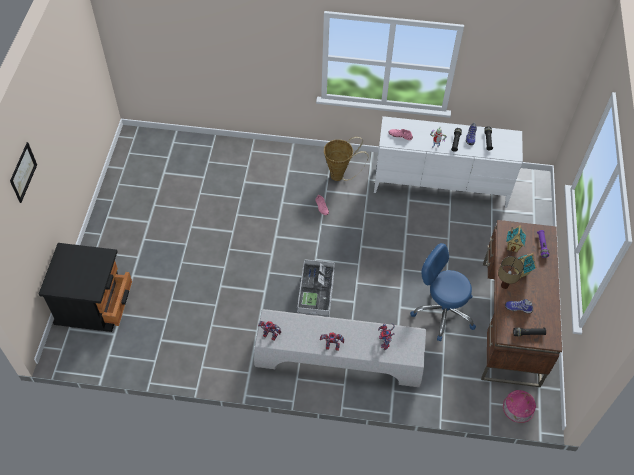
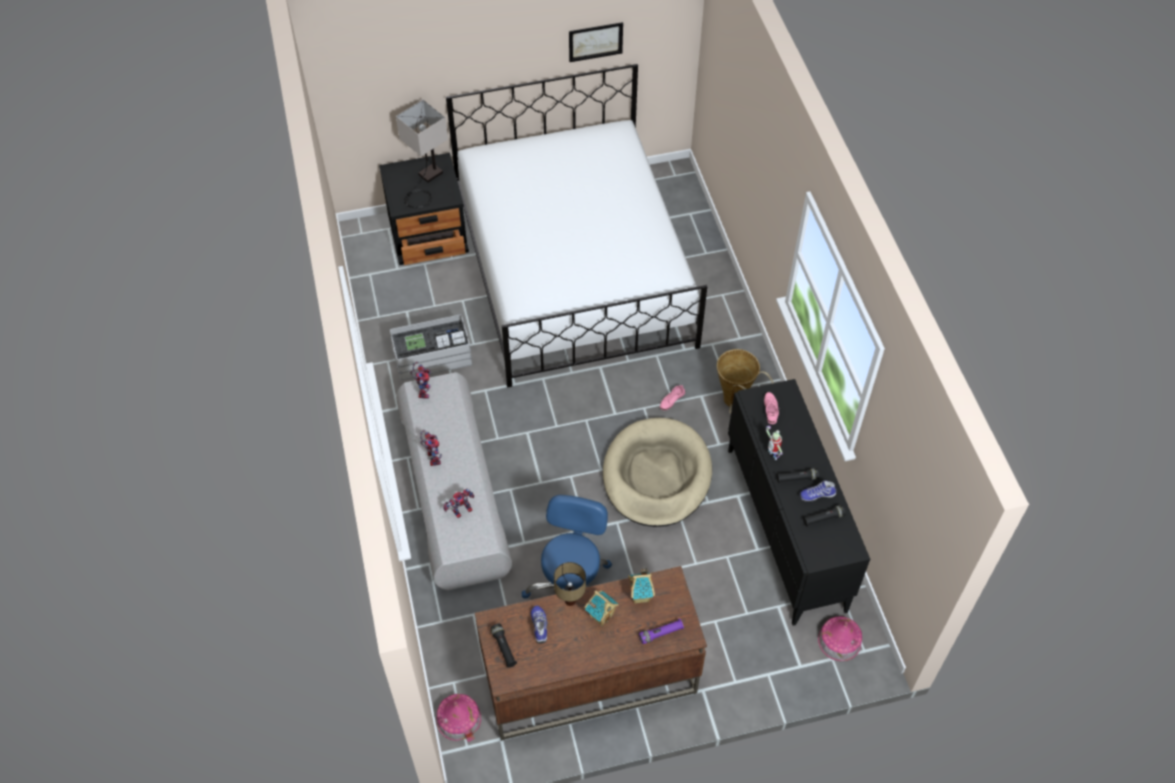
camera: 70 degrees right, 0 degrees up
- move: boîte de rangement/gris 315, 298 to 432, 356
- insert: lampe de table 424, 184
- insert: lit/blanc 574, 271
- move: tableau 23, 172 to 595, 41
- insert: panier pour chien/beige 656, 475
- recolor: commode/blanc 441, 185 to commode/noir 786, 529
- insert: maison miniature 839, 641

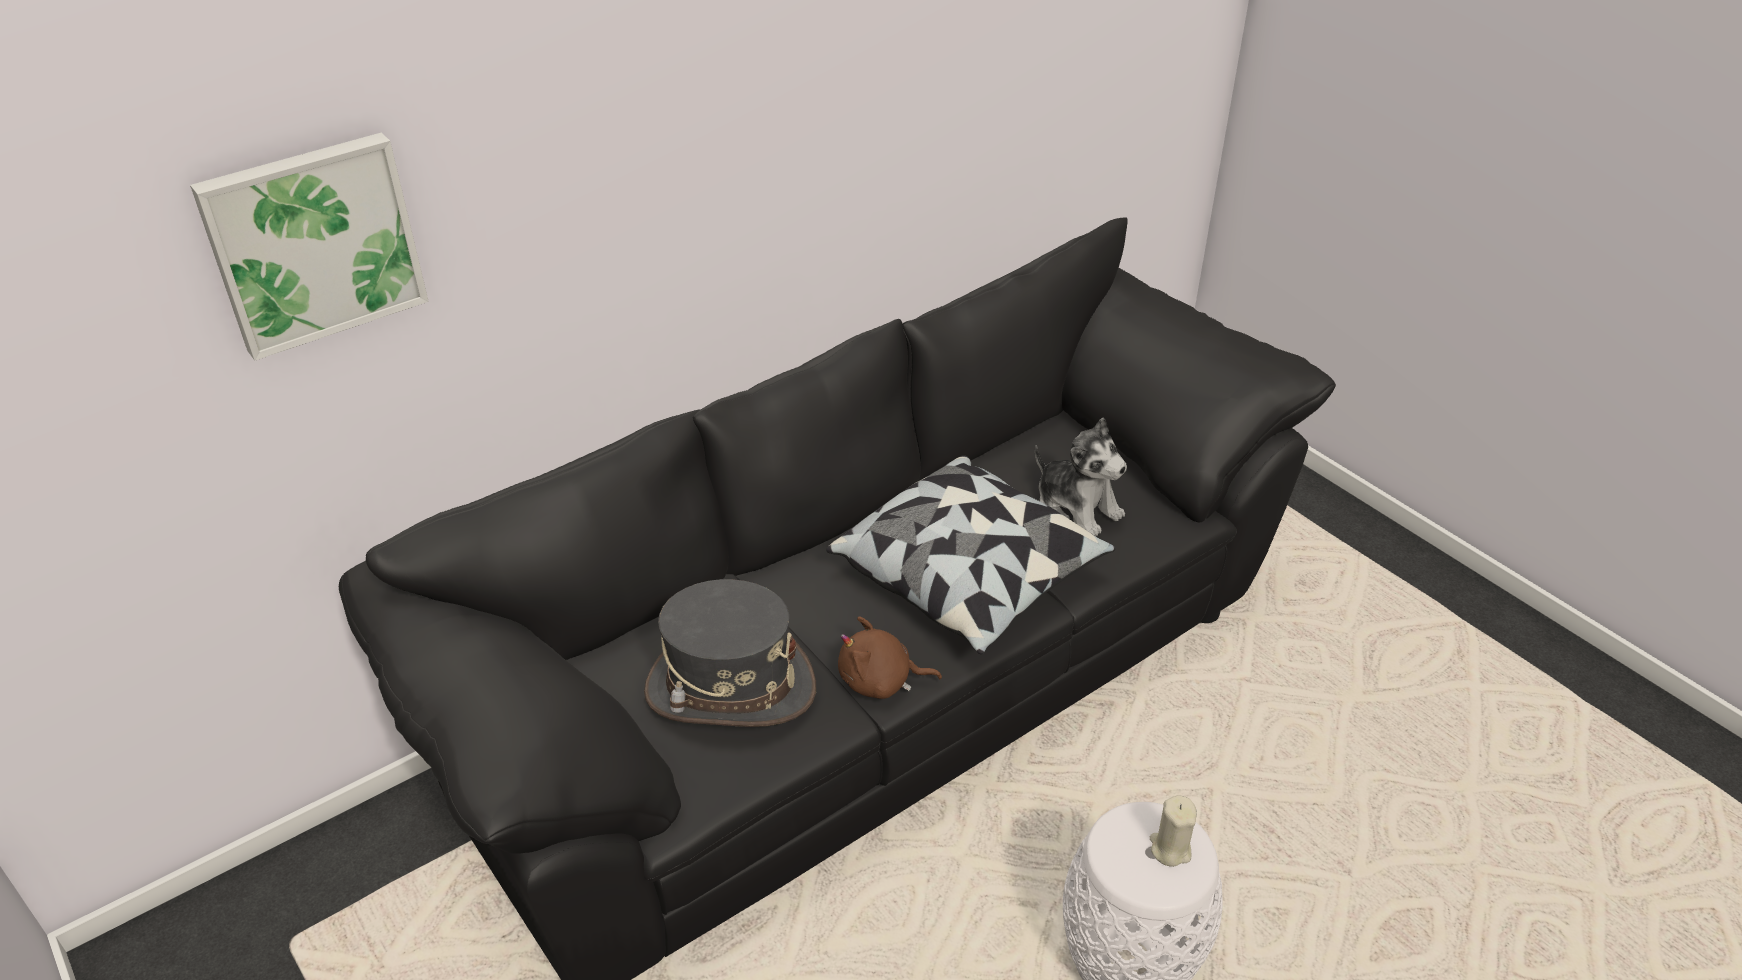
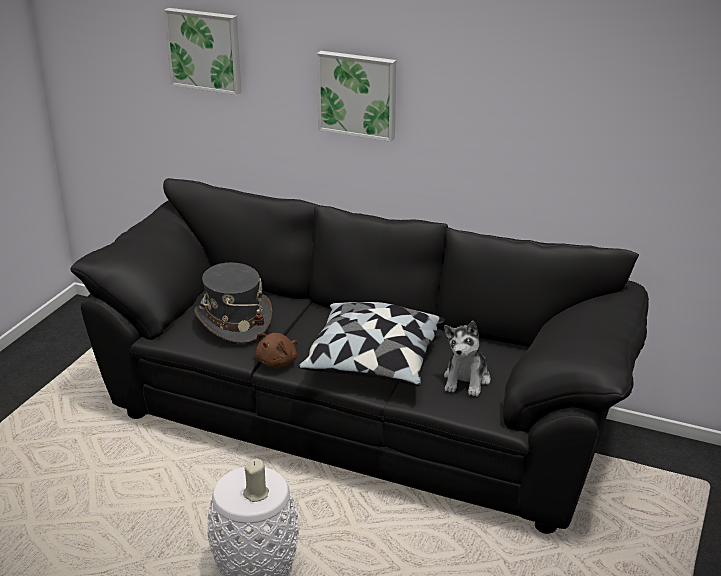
camera: 60 degrees right, 10 degrees down
- rotate: peluche/marron 880, 681 = 278, 362 120 degrees counterclockwise
- insert: tableau 358, 94

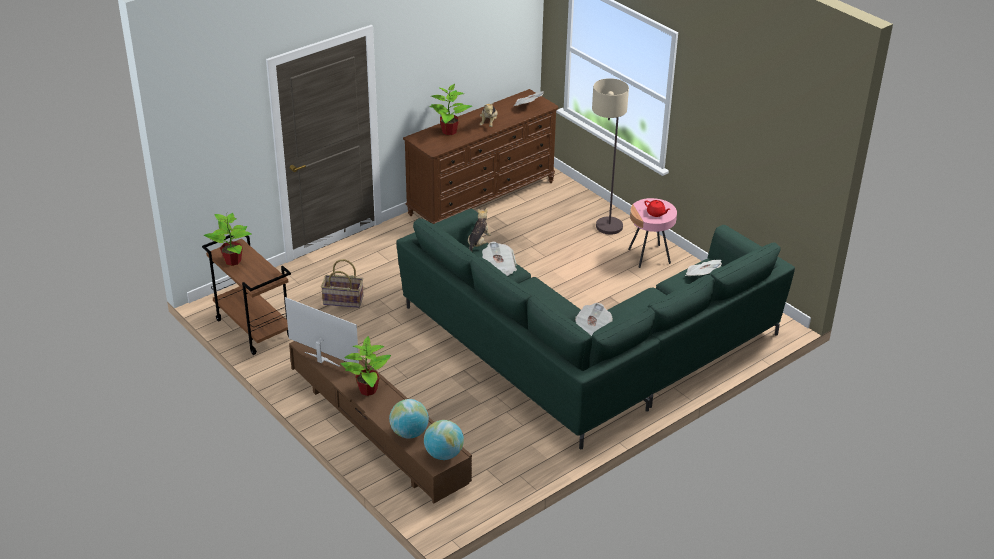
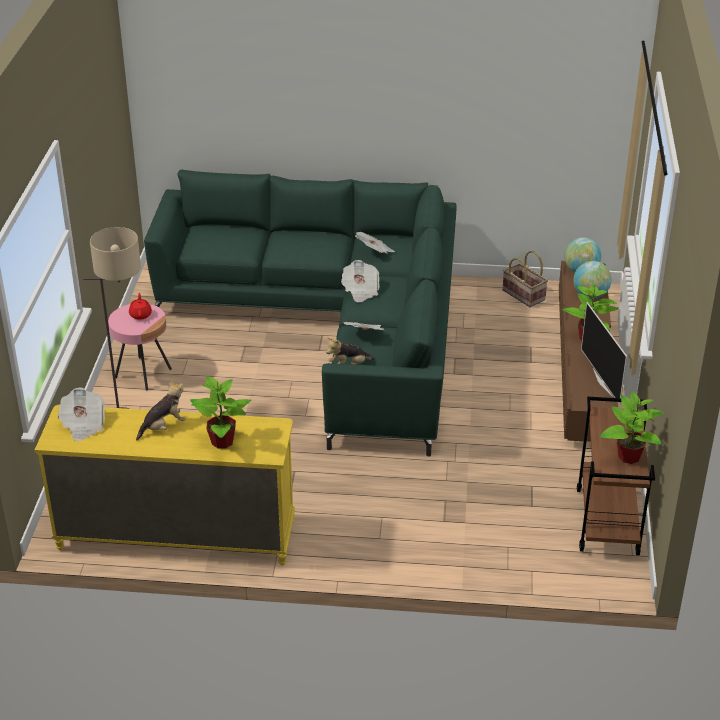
camera: 135 degrees left, 0 degrees up
- recolor: commode/marron 482, 198 to commode/jaune 175, 536
- move: journal 701, 275 to 360, 291
- move: panier 342, 300 to 524, 295

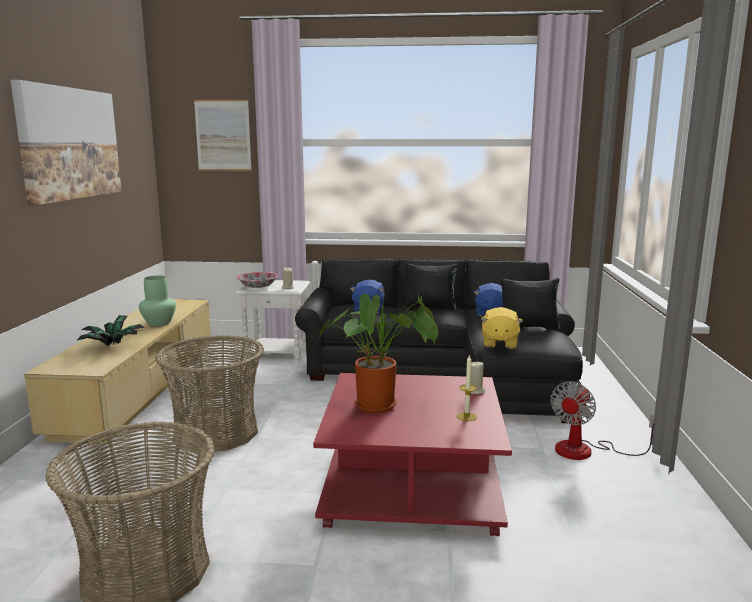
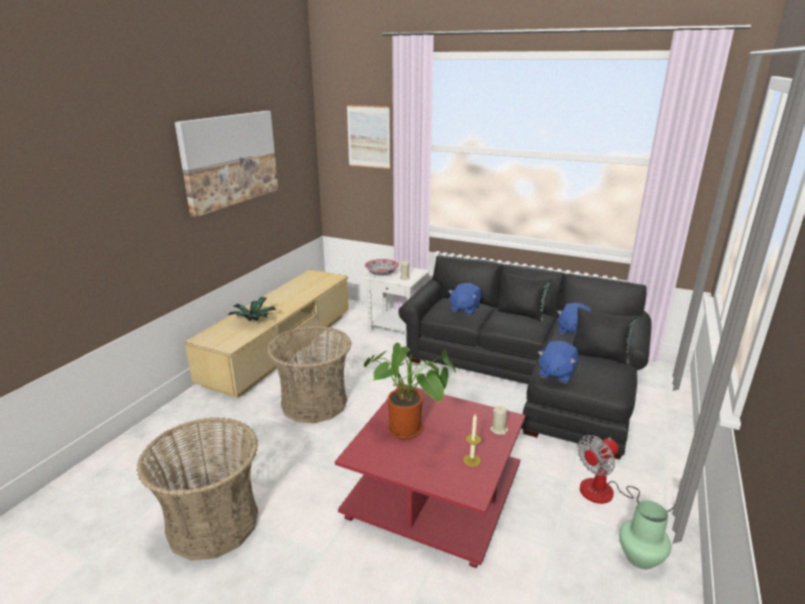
camera: 20 degrees right, 10 degrees up
- recolor: peluche/jaune 499, 343 to peluche/bleu 556, 374
- move: vase/vert 159, 323 to 640, 558

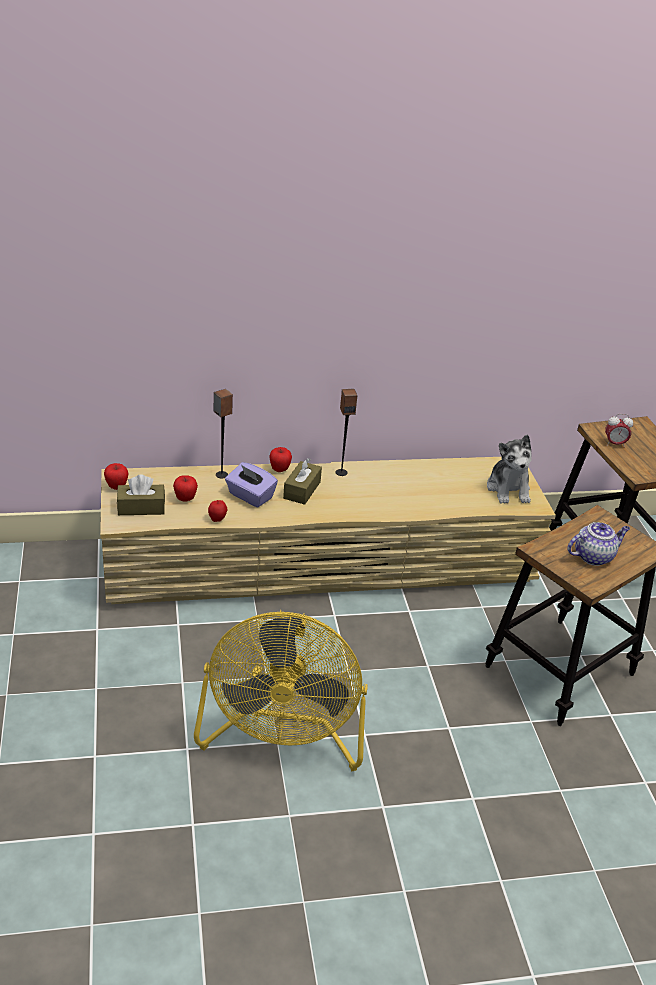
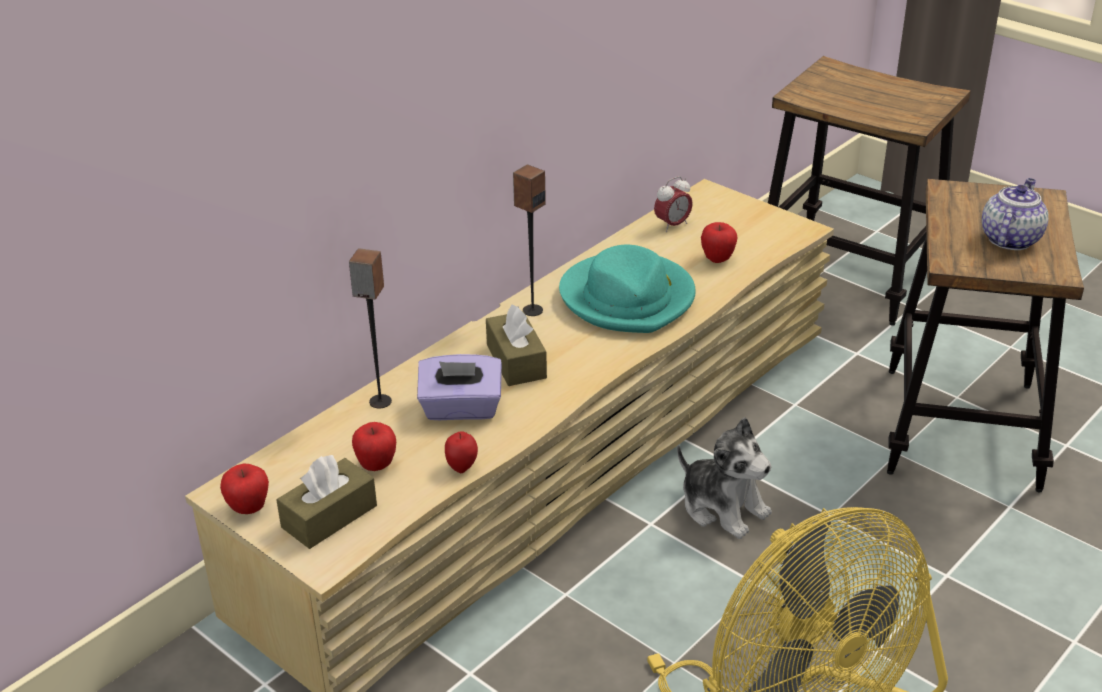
camera: 35 degrees left, 0 degrees up
- insert: chapeau/turquoise 628, 298
- move: réveil 614, 444 to 672, 225
- move: peluche 508, 489 to 723, 507
- move: pomme 279, 470 to 717, 259

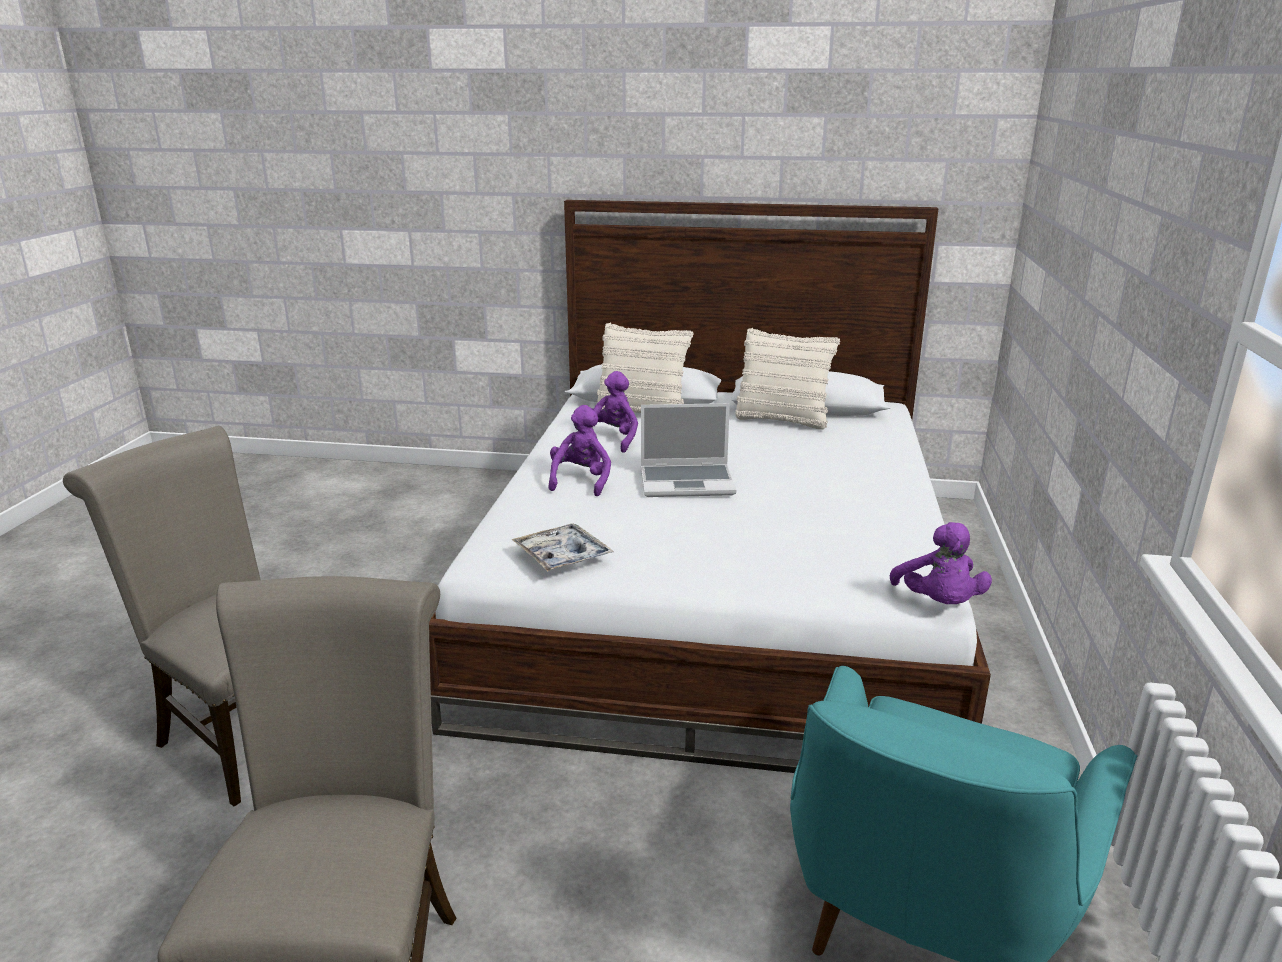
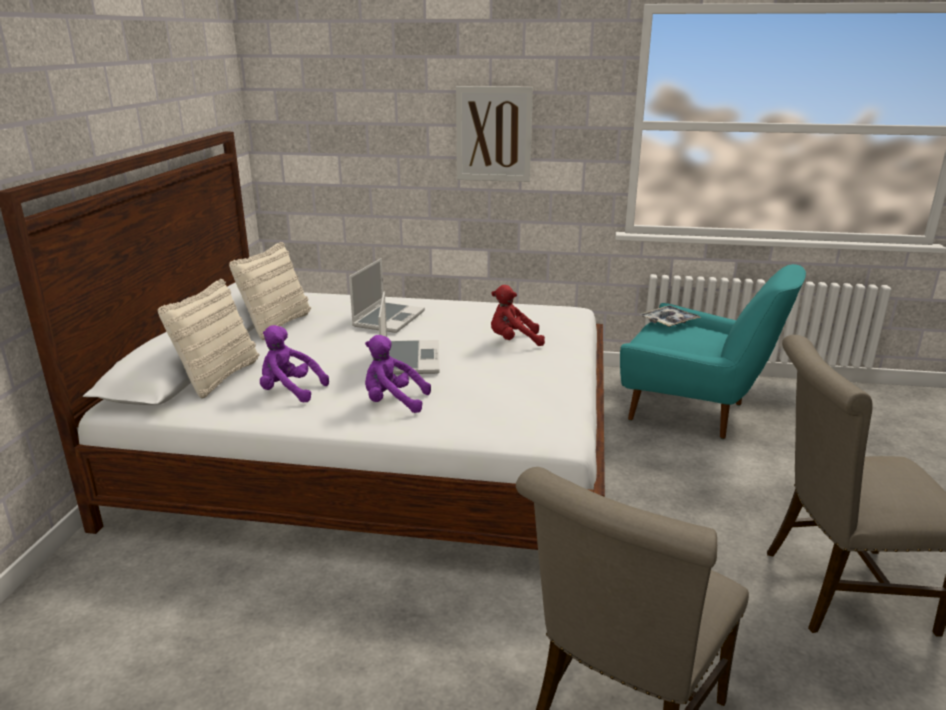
camera: 90 degrees left, 0 degrees up
- insert: ordinateur portable 388, 319
- insert: tableau 493, 134
- insert: peluche/rouge 513, 341
- move: plateau 562, 556 to 668, 321
- delete: peluche/violet 938, 603

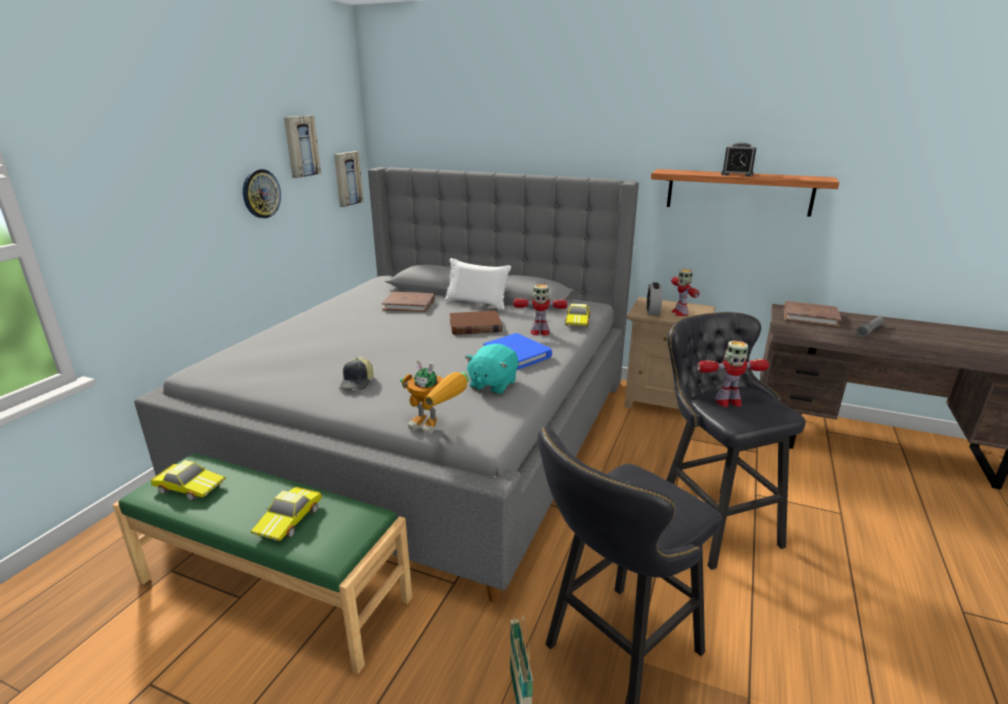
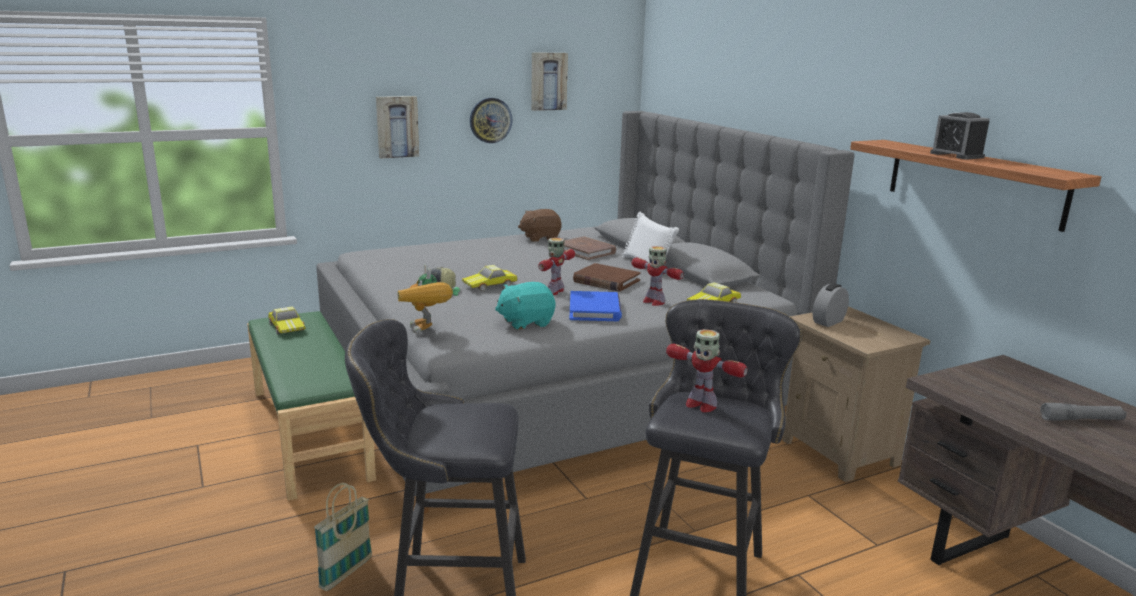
camera: 40 degrees right, 5 degrees down
- move: tableau 347, 178 to 397, 126
- move: petite voiture 290, 520 to 490, 285
- insert: peluche/marron 540, 238
- move: robot jouet 679, 313 to 554, 291
- delete: livre/marron 810, 316

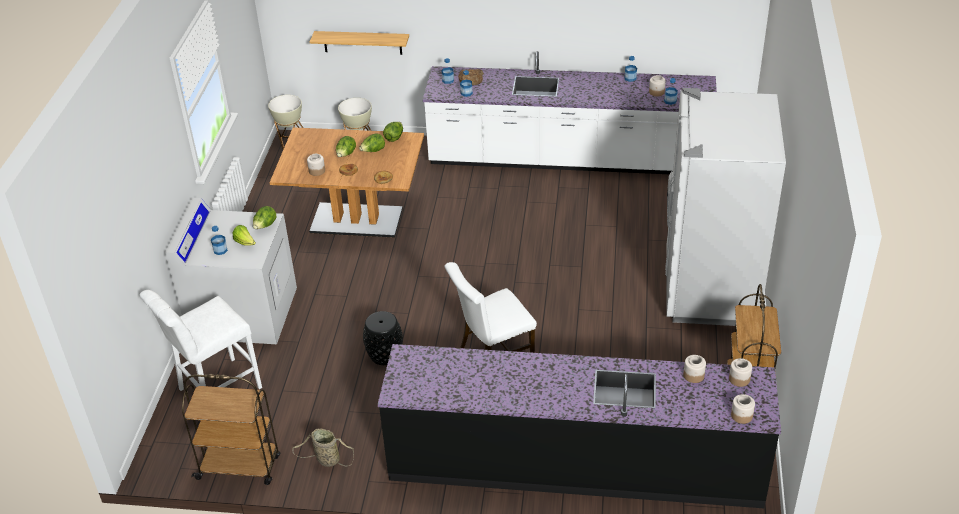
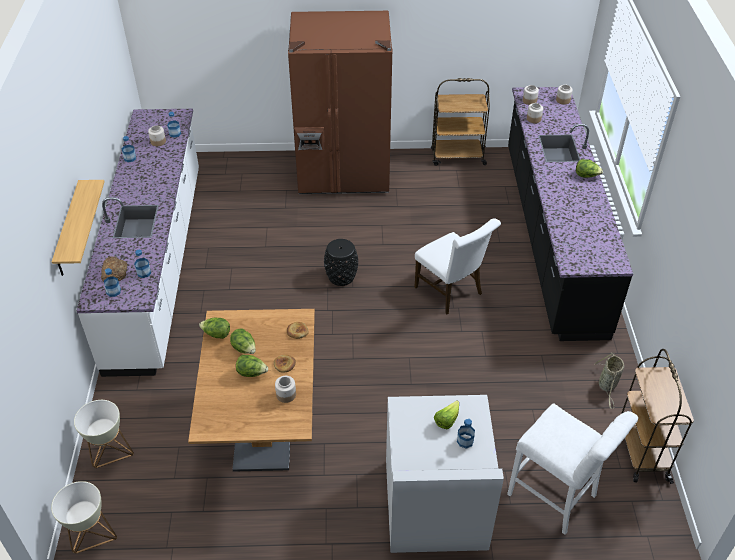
camera: 100 degrees left, 5 degrees up
- move: étagère 362, 42 to 69, 230
- recolor: réfrigérateur/blanc 709, 287 to réfrigérateur/marron 343, 174
- move: tabouret/noir 385, 355 to 341, 277
- move: laitue 265, 226 to 586, 176

